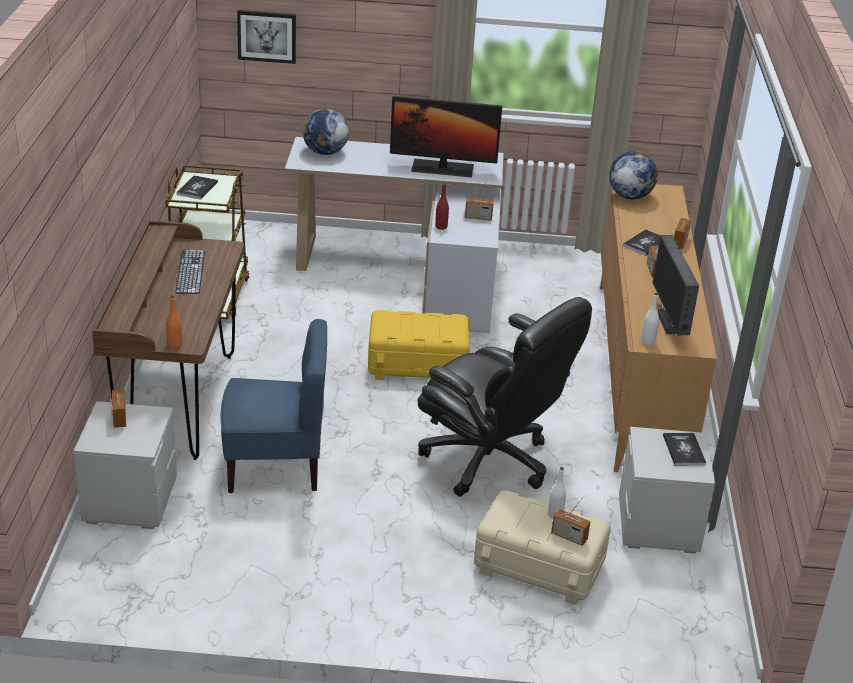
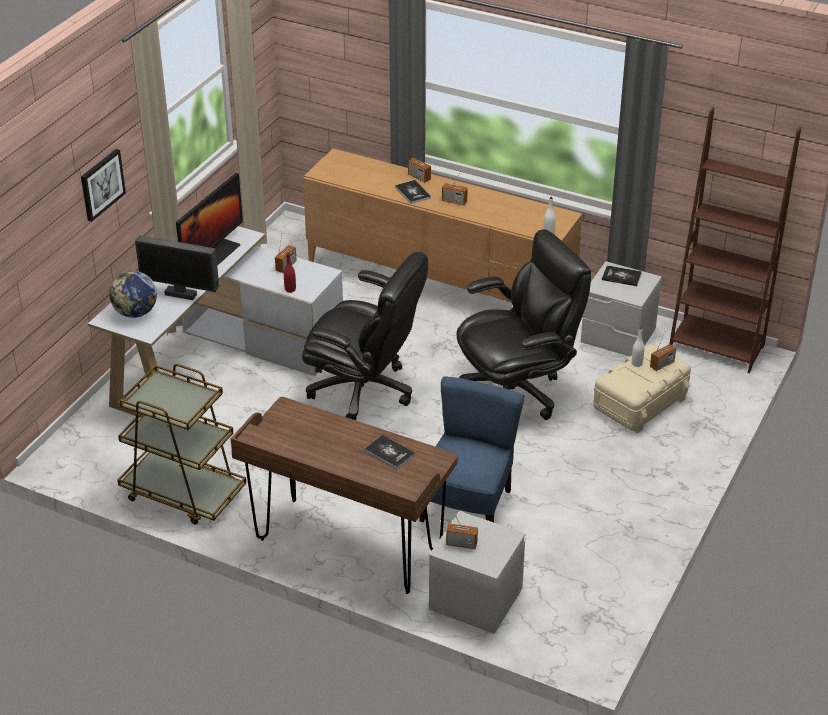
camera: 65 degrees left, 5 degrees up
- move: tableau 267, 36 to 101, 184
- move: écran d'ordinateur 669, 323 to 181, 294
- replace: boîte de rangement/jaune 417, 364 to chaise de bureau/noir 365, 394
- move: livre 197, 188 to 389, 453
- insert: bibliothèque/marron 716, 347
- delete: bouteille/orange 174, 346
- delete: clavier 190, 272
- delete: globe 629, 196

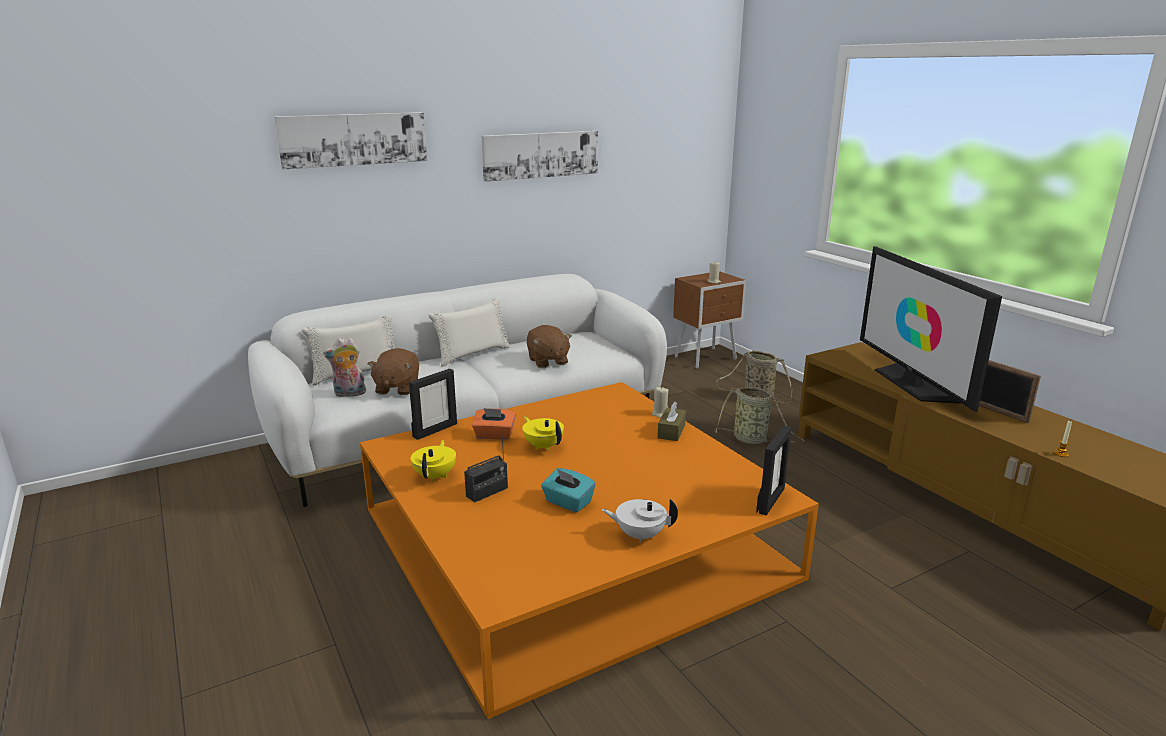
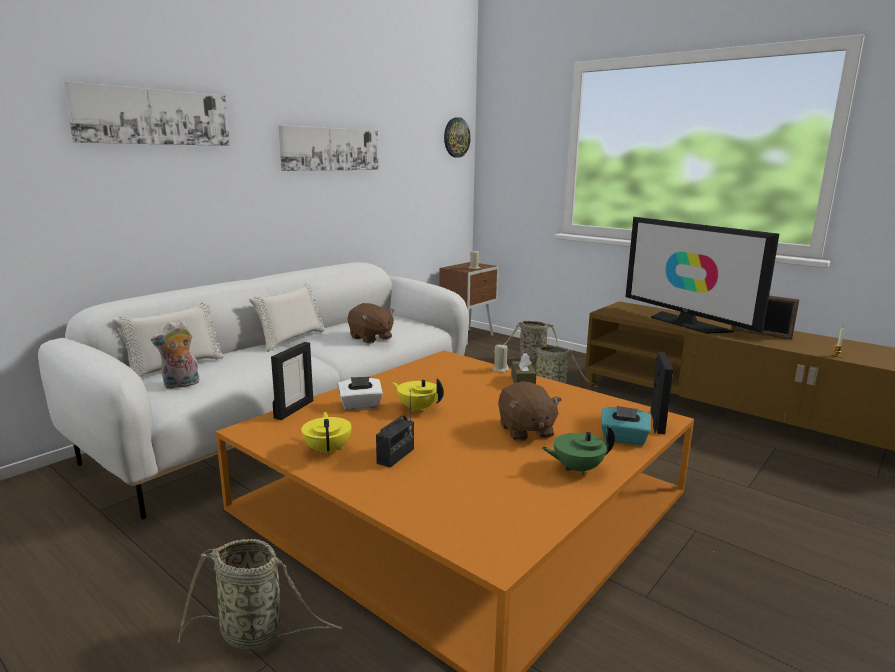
camera: 20 degrees left, 5 degrees down
- insert: panier 256, 634
- recolor: boîte à mouchoirs/orange 494, 435 to boîte à mouchoirs/blanc 360, 406
- insert: horloge murale 456, 137
- move: peluche/marron 397, 388 to 525, 431
- recolor: théière/blanc 639, 535 to théière/vert 576, 468
- move: boîte à mouchoirs/turquoise 568, 502 to 623, 439

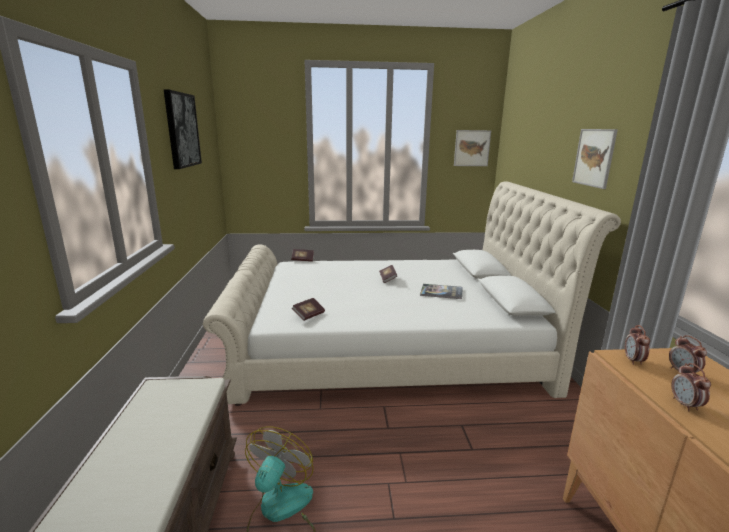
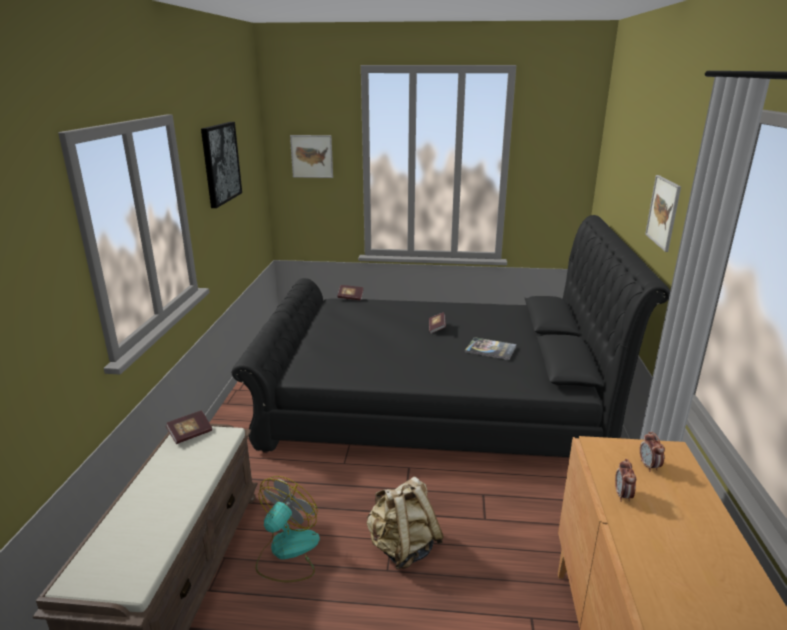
camera: 10 degrees right, 5 degrees up
- move: livre 309, 315 to 190, 434
- recolor: lit/beige 389, 343 to lit/noir 435, 399
- move: tableau 472, 148 to 312, 156
- insert: sac à dos/beige 403, 547
- delete: réveil 633, 361

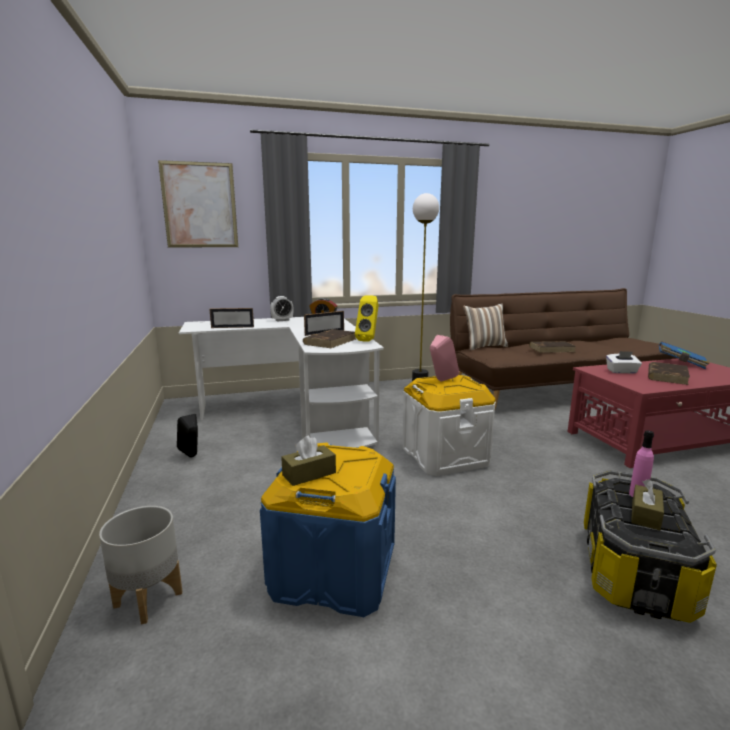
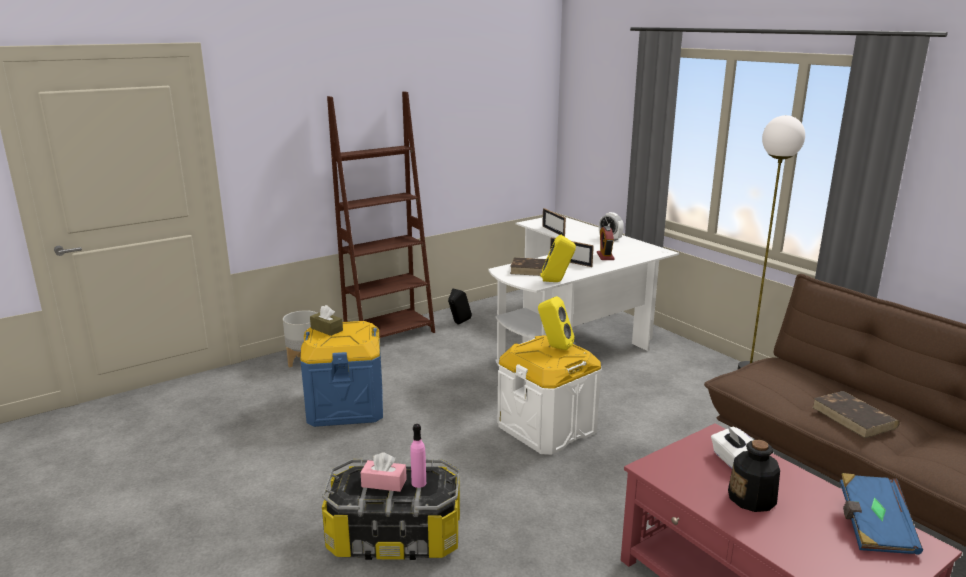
camera: 70 degrees right, 5 degrees up
- insert: bibliothèque/marron 389, 334
- recolor: boîte à mouchoirs/marron 645, 515 to boîte à mouchoirs/rose 384, 483
- recolor: enceinte/rose 441, 381 to enceinte/jaune 554, 347
- replace: livre/marron 667, 375 to bouteille 752, 498
- delete: tableau 200, 205
- delete: coussin 484, 346

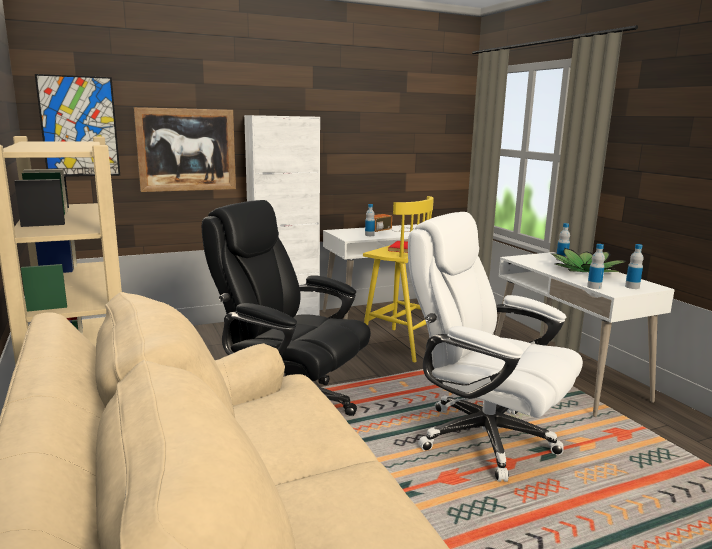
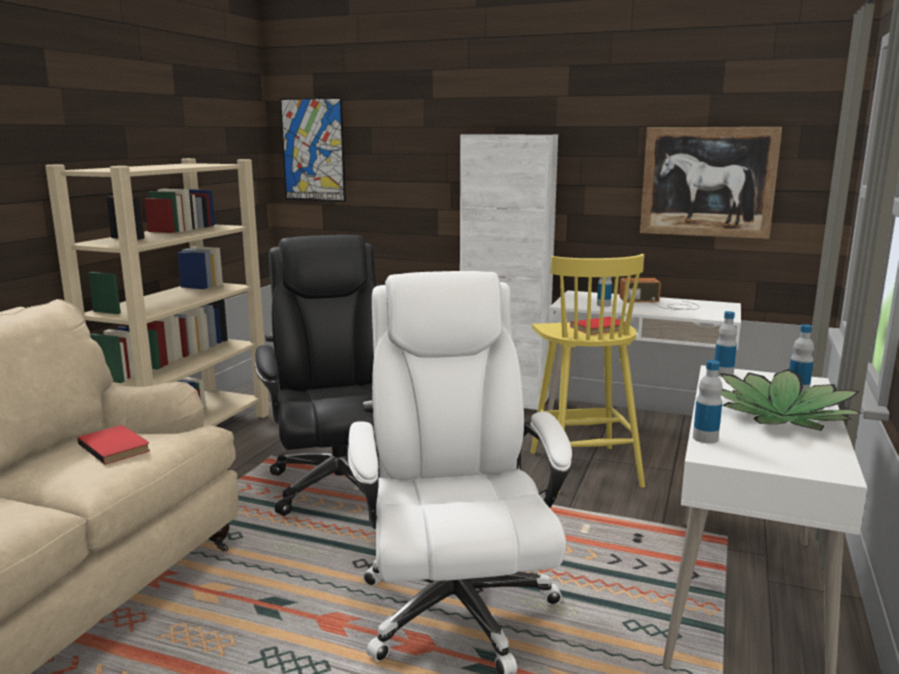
camera: 45 degrees right, 0 degrees up
- insert: livre/rouge 117, 446
- move: tableau 187, 150 to 707, 182
- move: bouteille 632, 287 to 723, 374

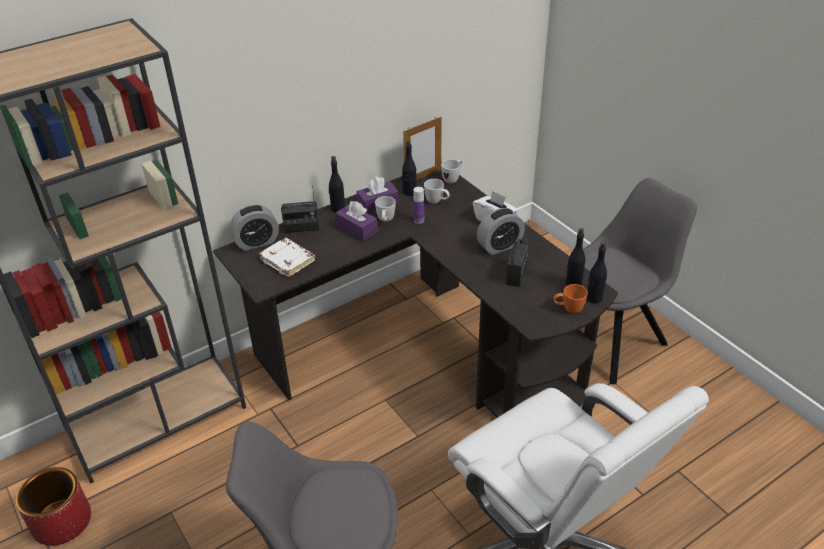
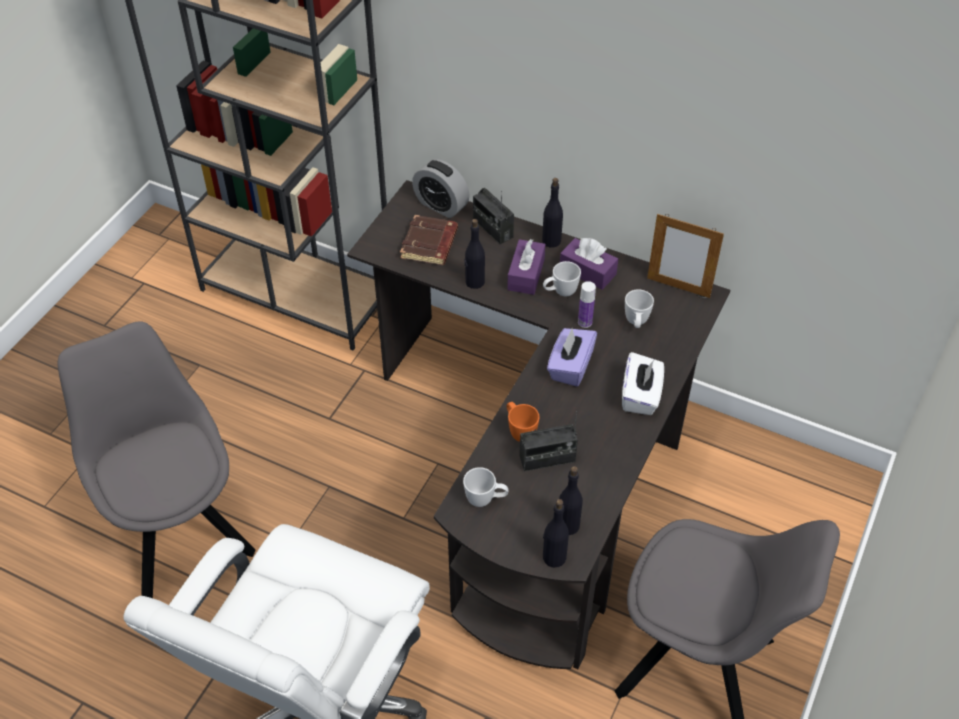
camera: 60 degrees right, 10 degrees up
- recolor: livre/blanc 288, 260 to livre/marron 430, 245
- move: mug/blanc 452, 179 to 485, 499
- move: bouteille/noir 409, 192 to 474, 282
- move: mug/orange 568, 309 to 519, 431
- insert: boîte à mouchoirs/violet 570, 367
- delete: cache-pot/rouge 62, 522
- delete: réveil 499, 246

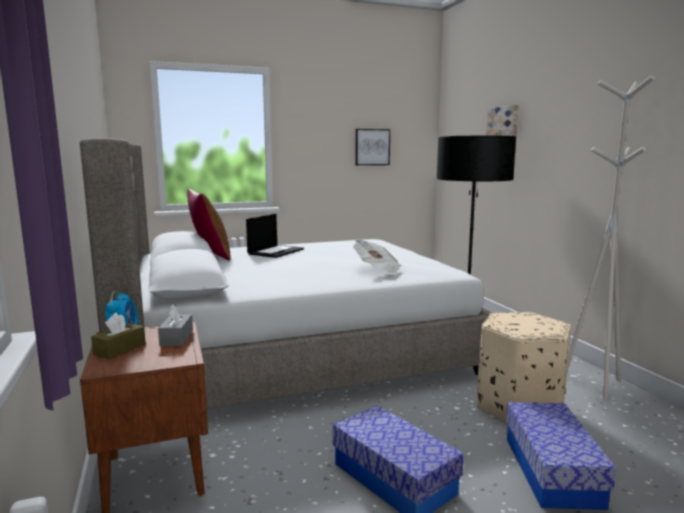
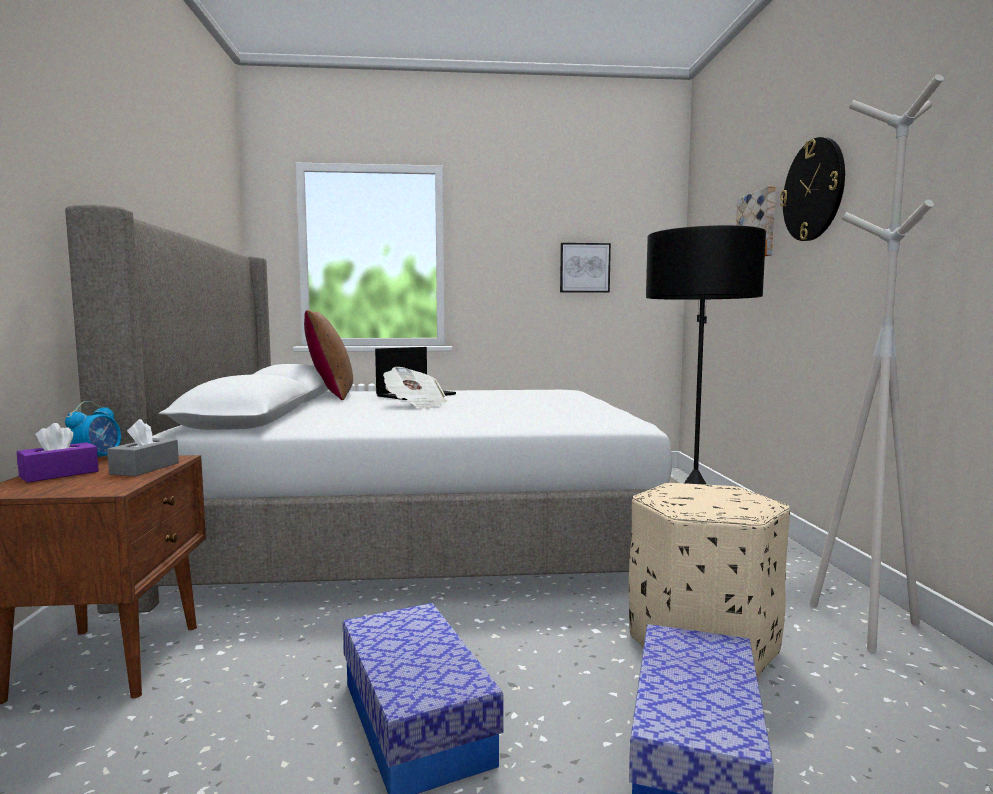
camera: 15 degrees right, 5 degrees down
- recolor: boîte à mouchoirs/marron 120, 349 to boîte à mouchoirs/violet 59, 474
- move: journal 377, 270 to 415, 405
- insert: horloge murale 813, 190

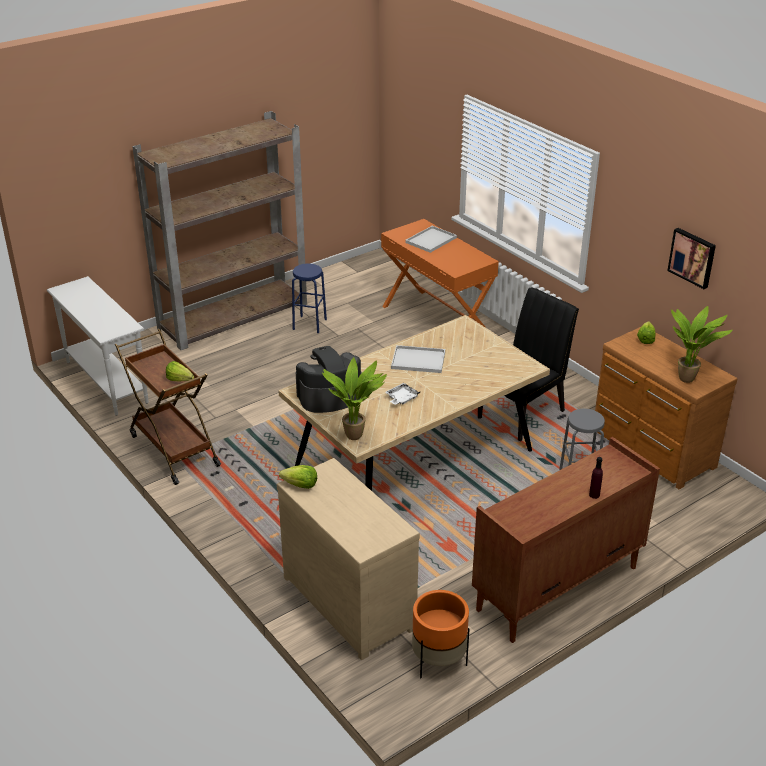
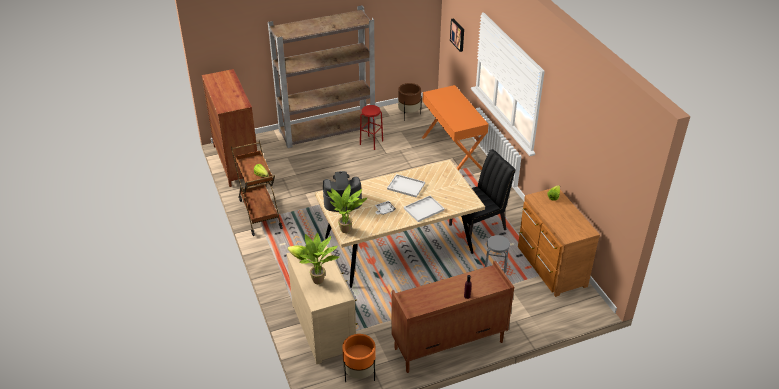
camera: 15 degrees right, 5 degrees up
- replace: table console/blanc 105, 382 to commode/marron 236, 162
- move: plante en pot 688, 379 to 320, 281
- recolor: tabouret/bleu 309, 324 to tabouret/rouge 371, 142
- insert: cache-pot/marron 409, 114
- move: plateau/blanc 431, 240 to 423, 210
- move: tableau 692, 257 to 458, 34

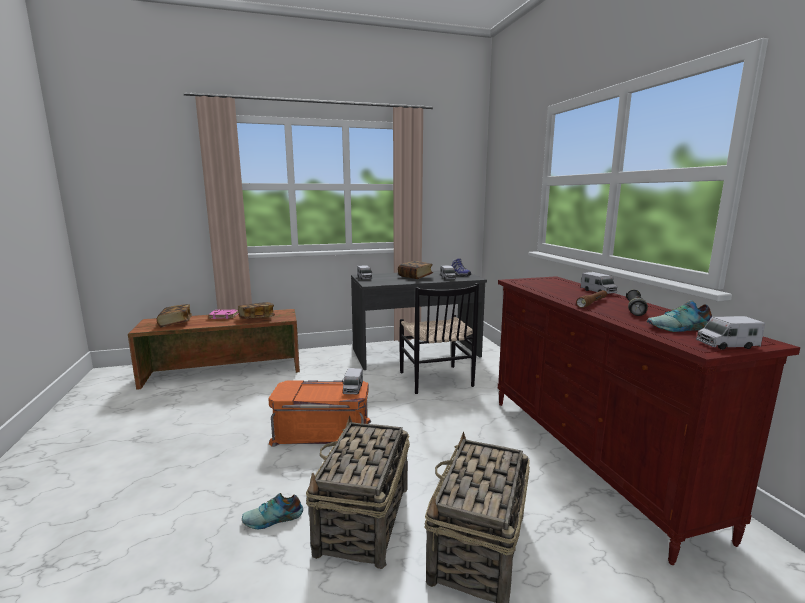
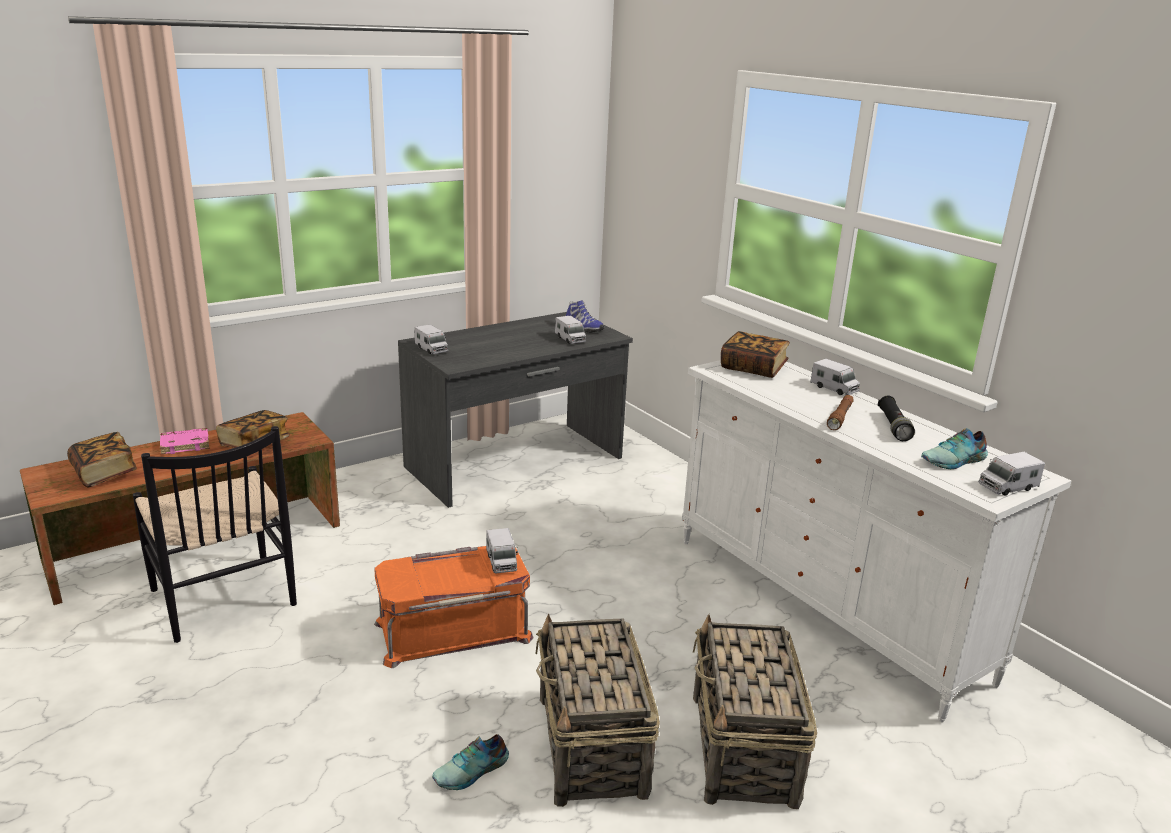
camera: 20 degrees left, 10 degrees up
- move: chaise/noir 436, 381 to 225, 601
- recolor: commode/rouge 589, 457 to commode/blanc 824, 606
- move: livre 415, 277 to 753, 368

